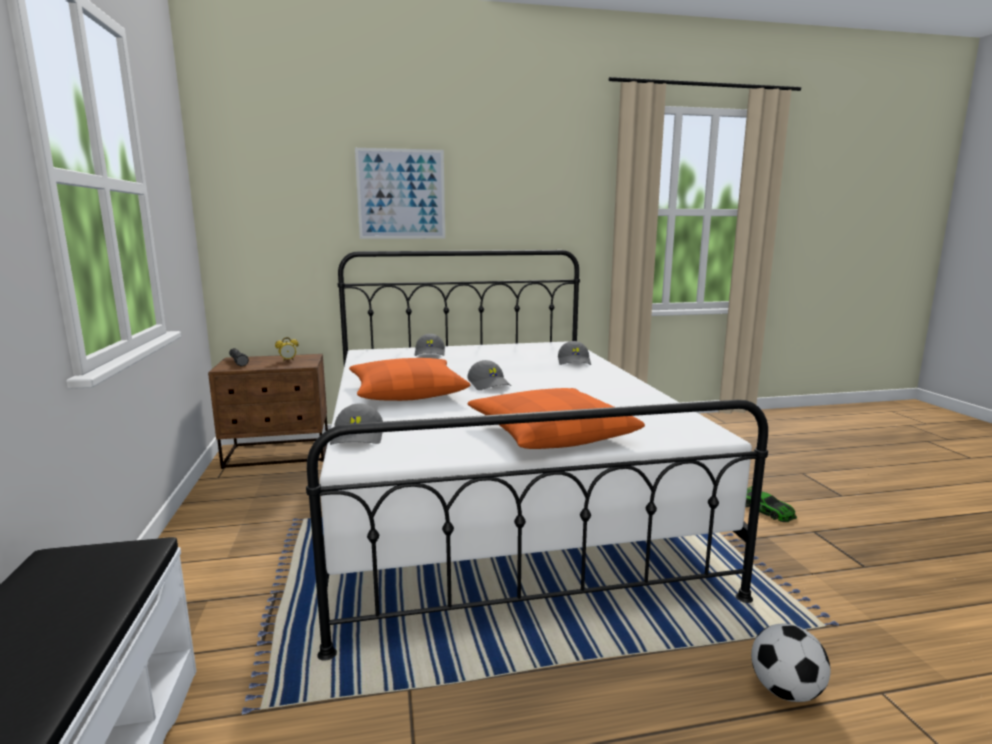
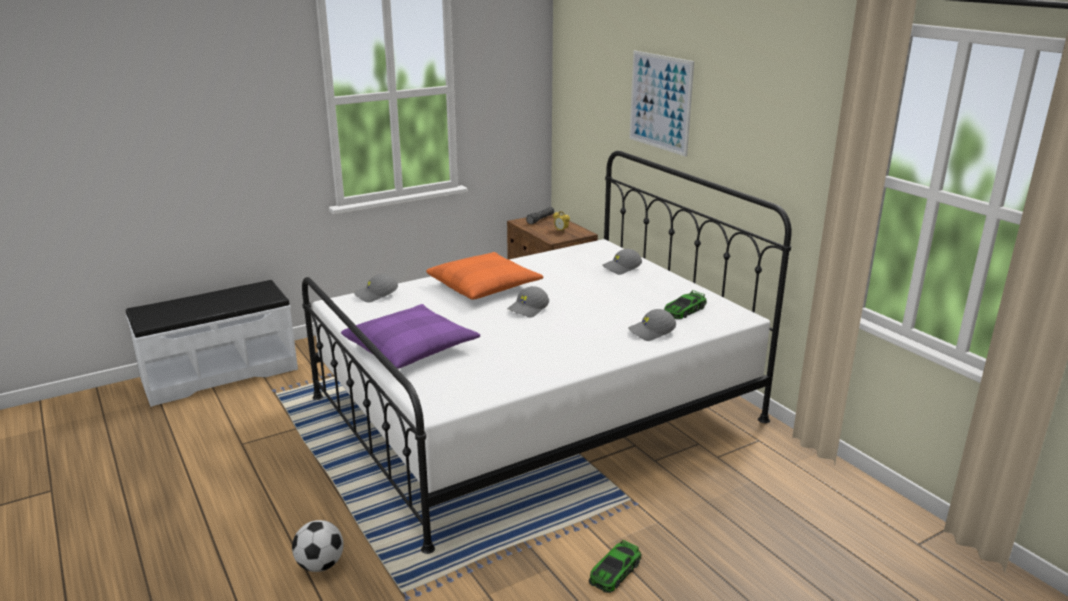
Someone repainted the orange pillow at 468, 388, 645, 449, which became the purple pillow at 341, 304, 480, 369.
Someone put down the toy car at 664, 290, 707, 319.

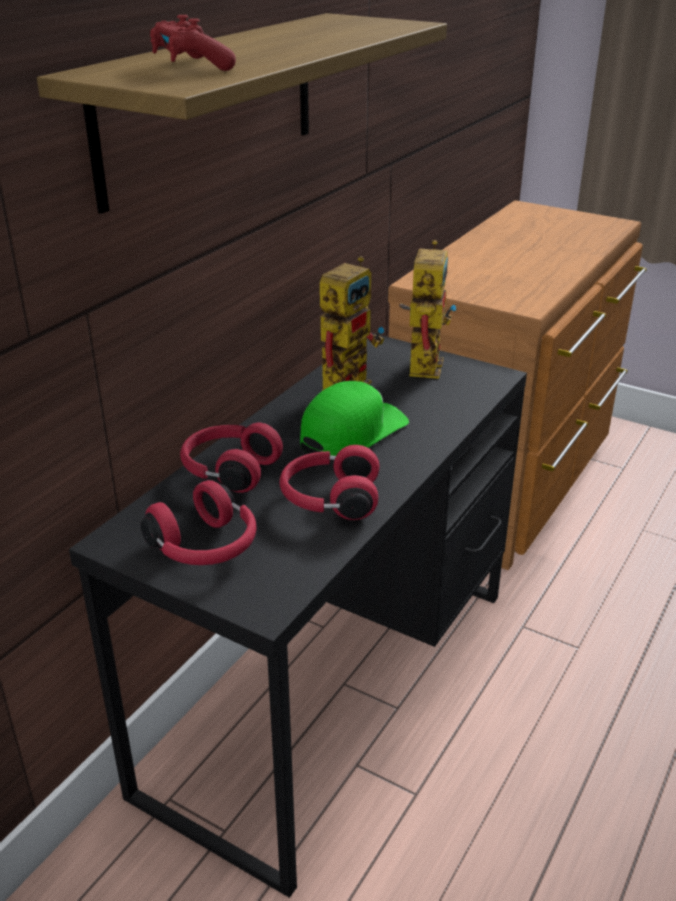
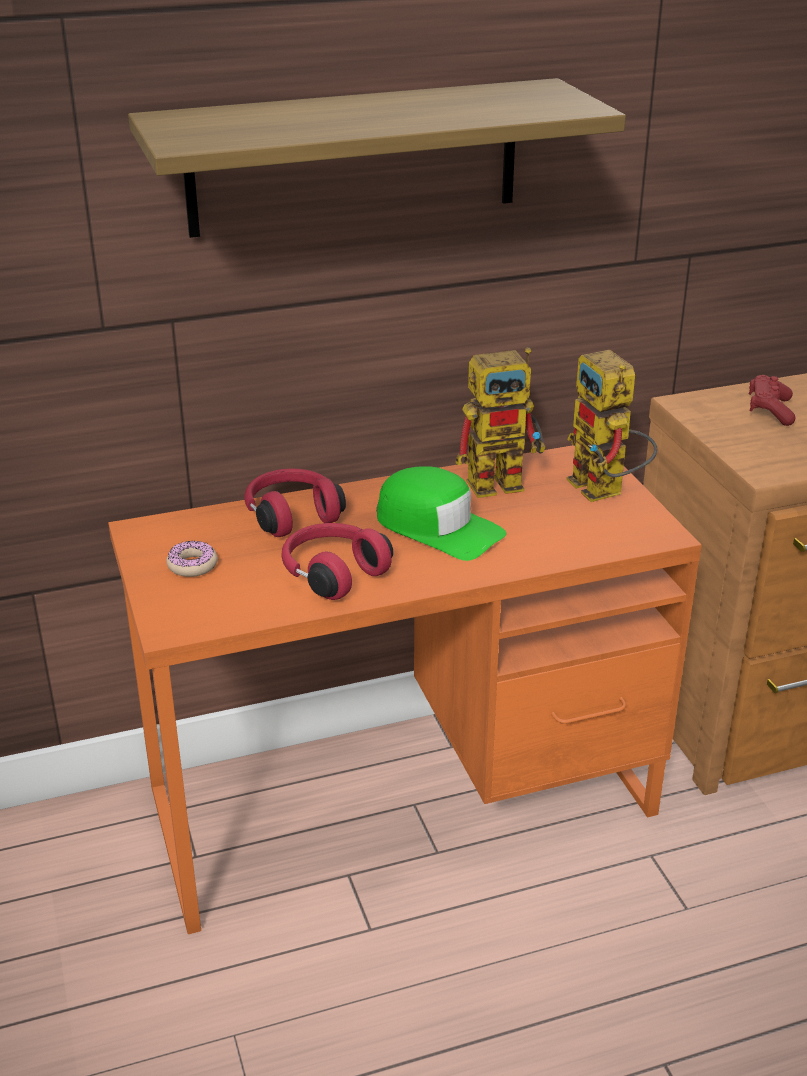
Someone carried the red game controller from 150, 15, 236, 71 to 749, 375, 795, 426.
Someone rotated the toy robot at 399, 240, 456, 379 by 105 degrees clockwise.
Someone repainted the black desk at 69, 333, 527, 898, which became the orange desk at 108, 445, 702, 934.
Someone rotated the green cap at 300, 381, 409, 456 by 45 degrees clockwise.
Someone swapped the red headphones at 140, 480, 257, 565 for the donut at 166, 540, 218, 577.

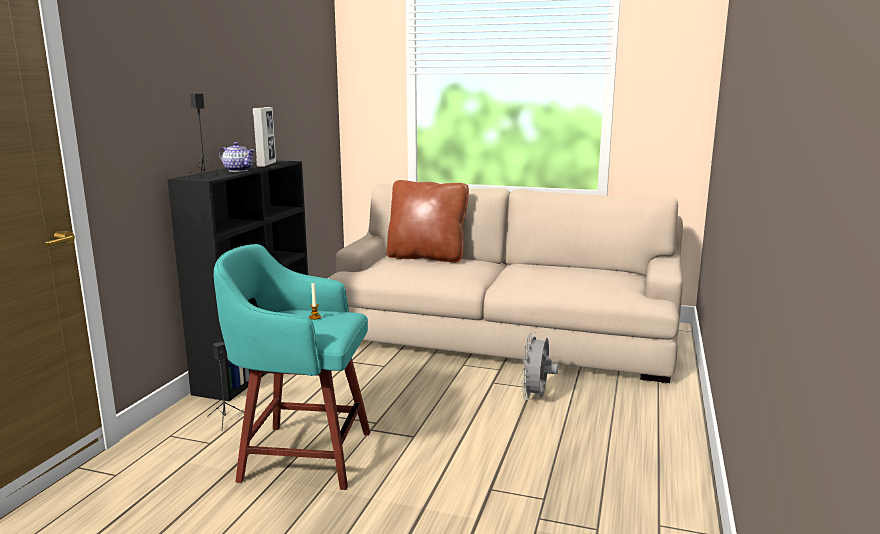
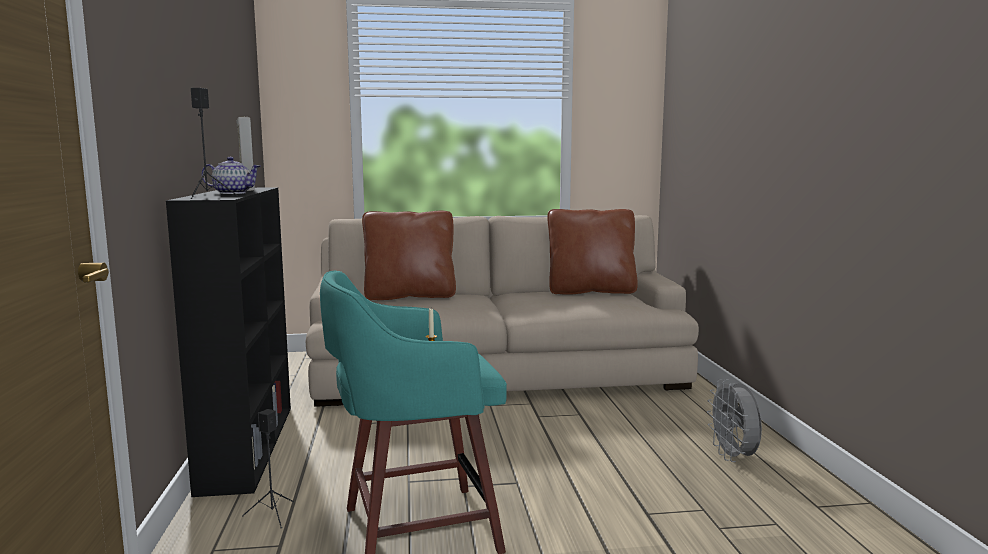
Someone carried the grey fan from 521, 332, 558, 400 to 707, 379, 762, 462.
Someone put down the brown pillow at 547, 209, 638, 294.

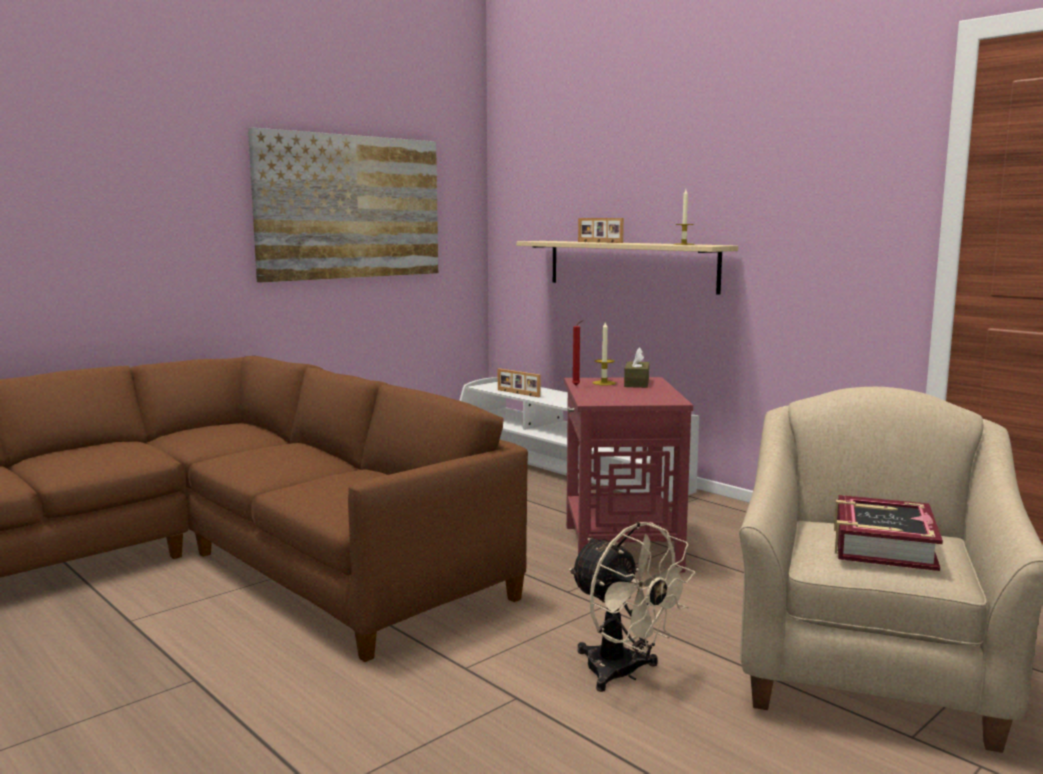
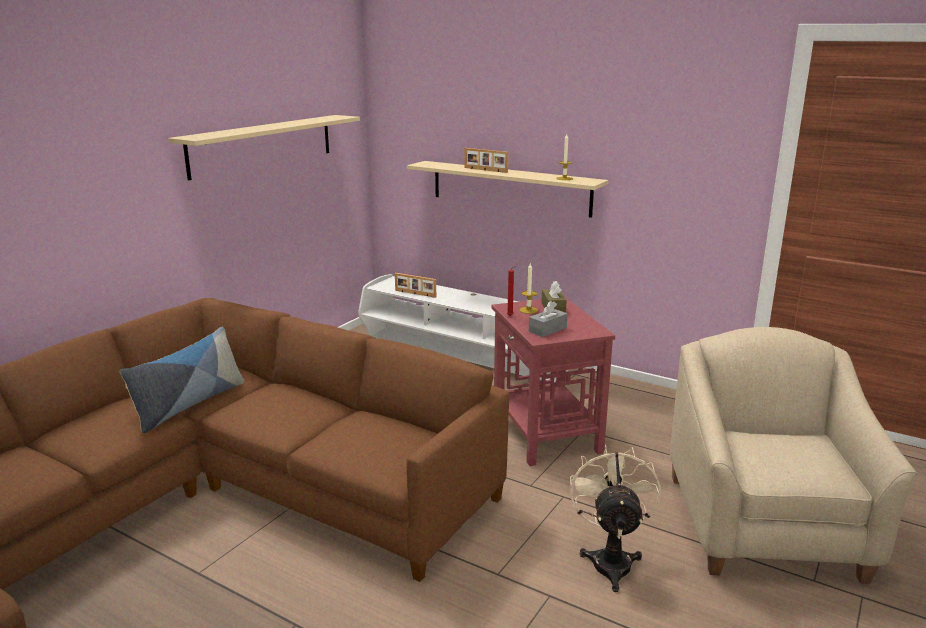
Someone swapped the picture at 248, 127, 438, 283 for the beige shelf at 168, 115, 360, 181.
Someone took away the book at 834, 495, 943, 571.
Someone rotated the beige fan at 569, 522, 695, 692 by 120 degrees counterclockwise.
Someone put down the grey tissue box at 529, 301, 568, 337.
Someone put down the pillow at 120, 327, 245, 433.

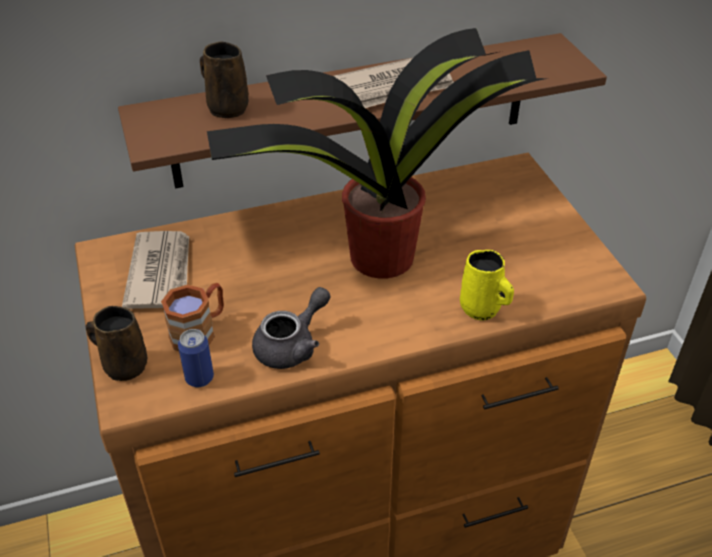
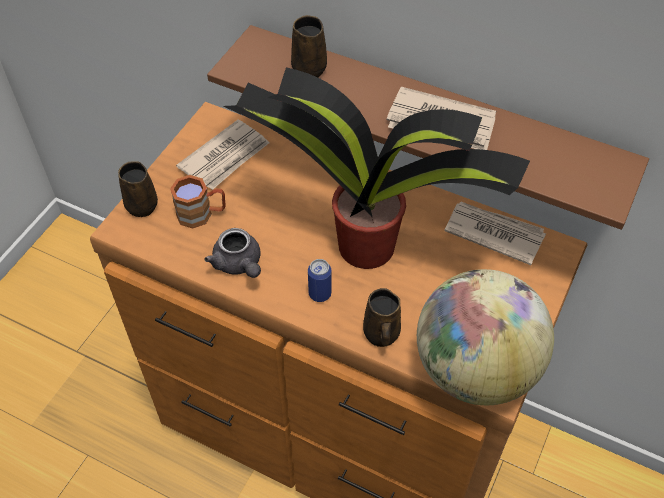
Someone repainted the yellow mug at 460, 250, 514, 321, which became the brown mug at 363, 288, 401, 347.
Someone rotated the grey teapot at 252, 287, 330, 369 by 60 degrees clockwise.
Someone carried the can from 178, 329, 214, 387 to 308, 259, 331, 302.
Someone put down the newspaper at 444, 202, 546, 265.
Someone put down the globe at 417, 269, 554, 405.

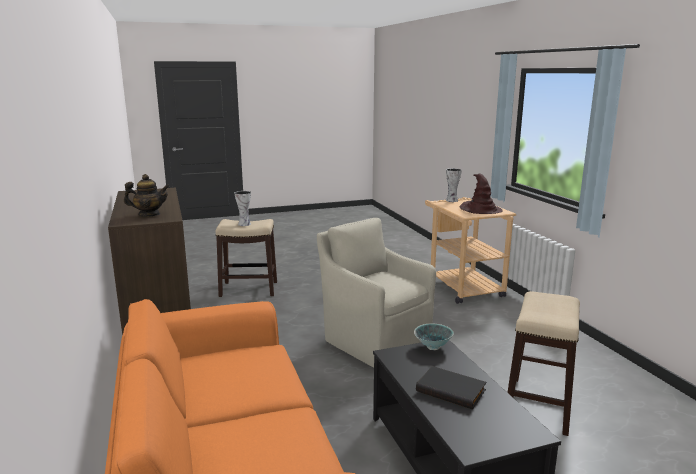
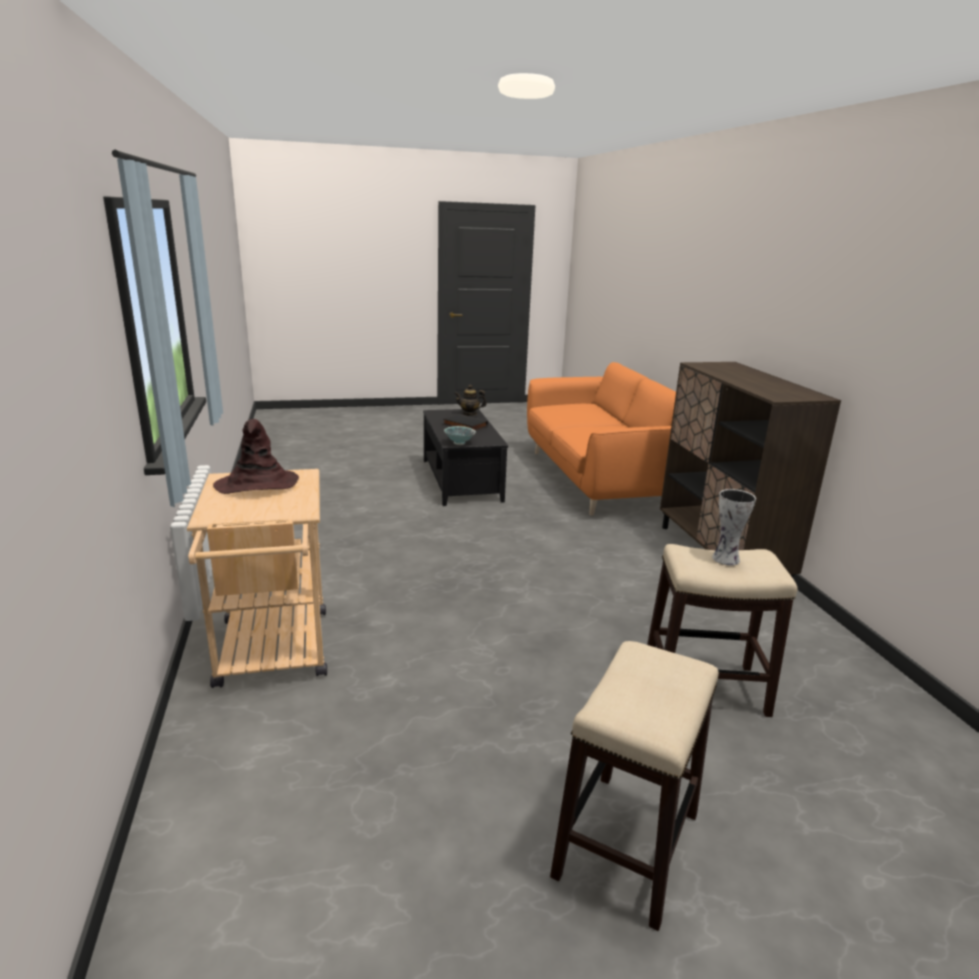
Someone took away the vase at 446, 168, 462, 202.
Someone carried the teapot from 124, 174, 170, 217 to 454, 385, 487, 416.
Someone took away the beige armchair at 317, 218, 436, 368.
Someone carried the stool from 507, 291, 580, 436 to 550, 641, 719, 931.

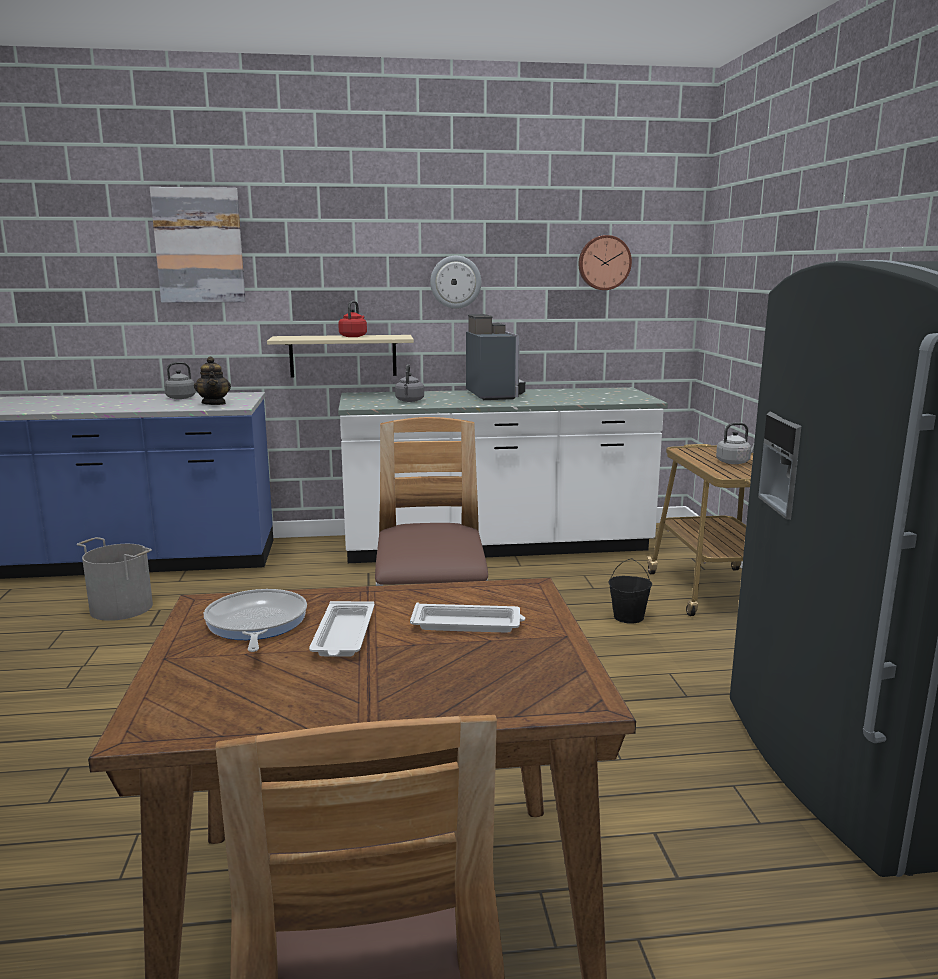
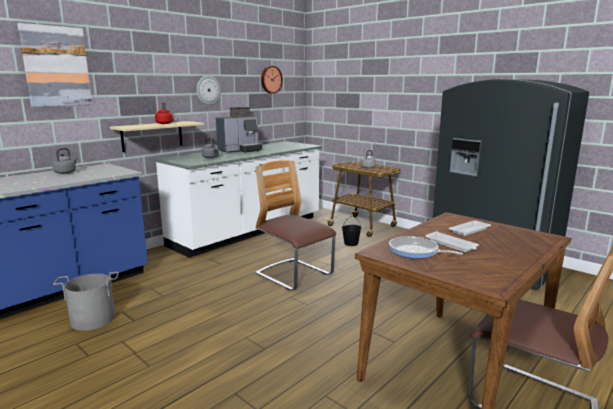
Someone rotated the coffee machine at 466, 314, 525, 400 by 105 degrees clockwise.
Someone took away the teapot at 194, 357, 231, 405.

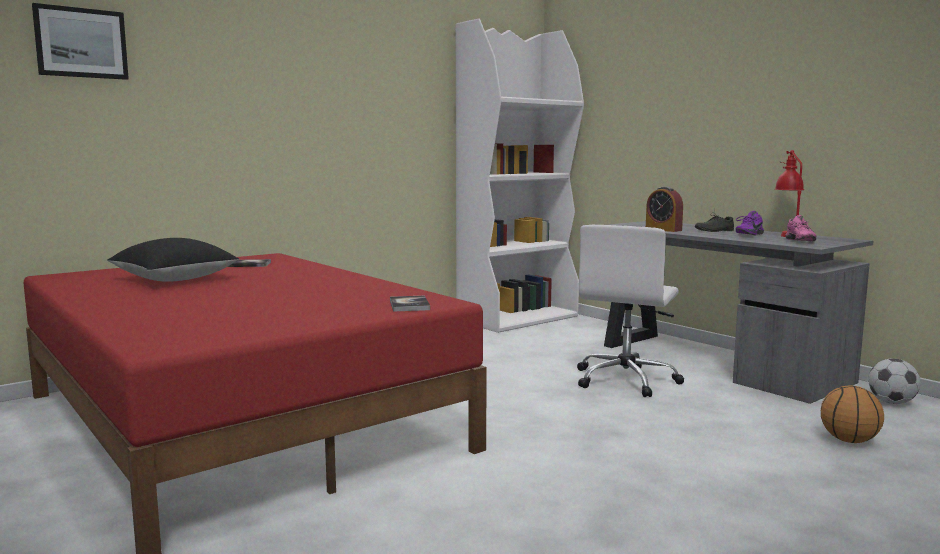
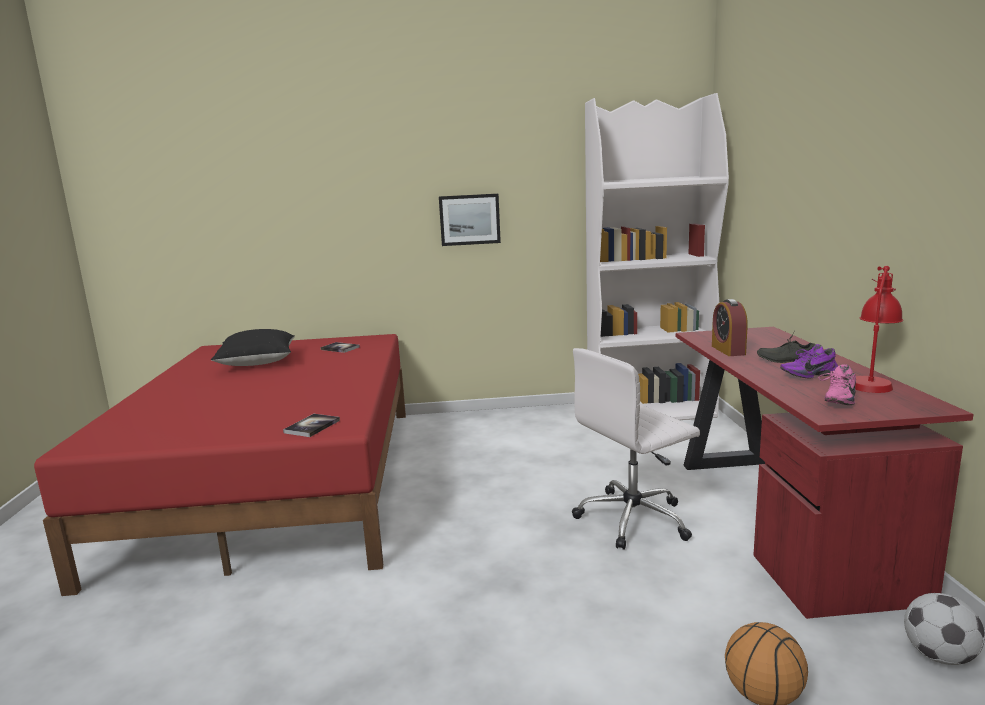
Someone carried the picture from 32, 3, 129, 80 to 439, 194, 501, 246.
Someone repainted the grey desk at 604, 221, 873, 404, which became the red desk at 676, 327, 973, 619.

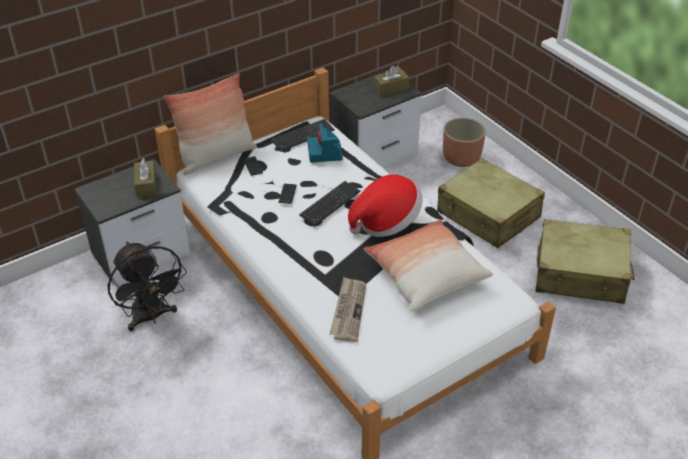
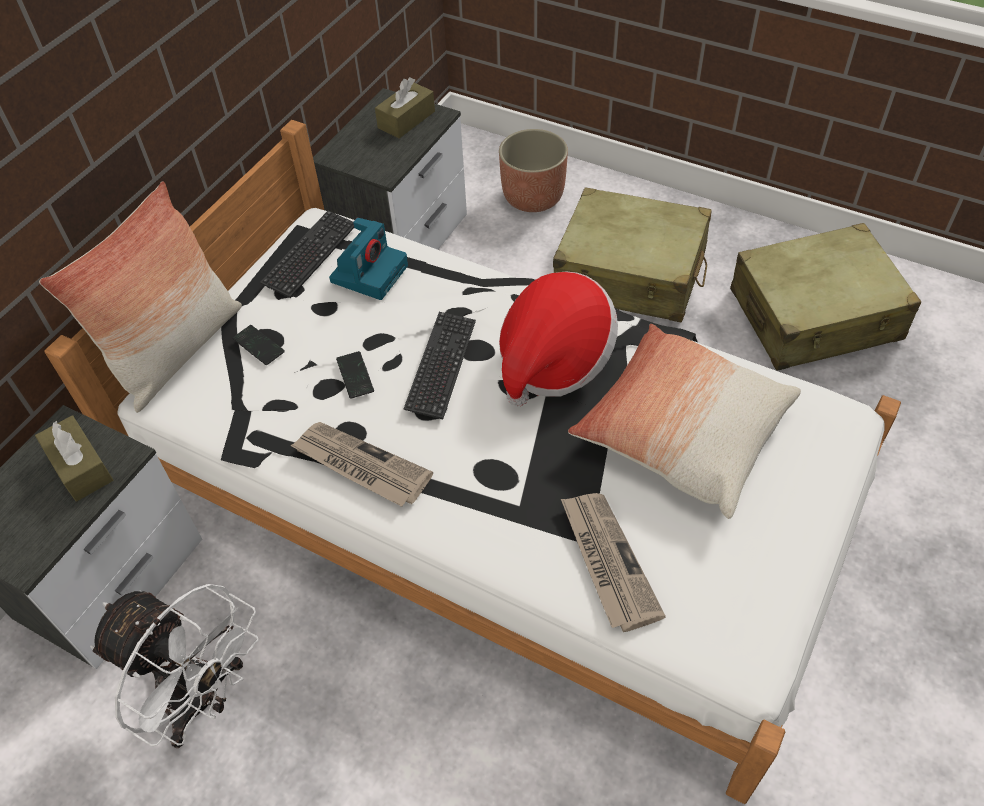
Someone rotated the photo camera at 307, 123, 343, 163 by 120 degrees counterclockwise.
Someone repainted the black fan at 107, 241, 187, 331, which became the white fan at 90, 584, 259, 748.
Someone put down the newspaper at 290, 422, 433, 507.

